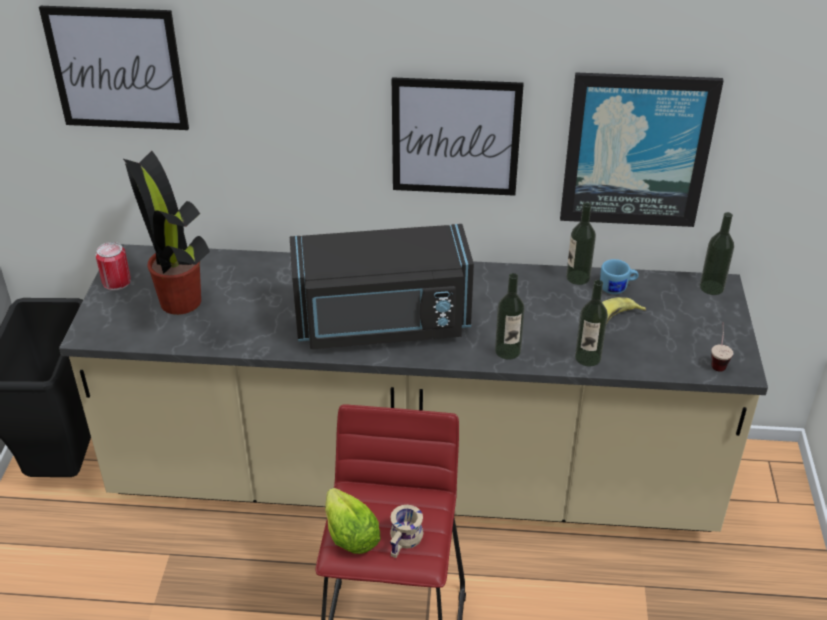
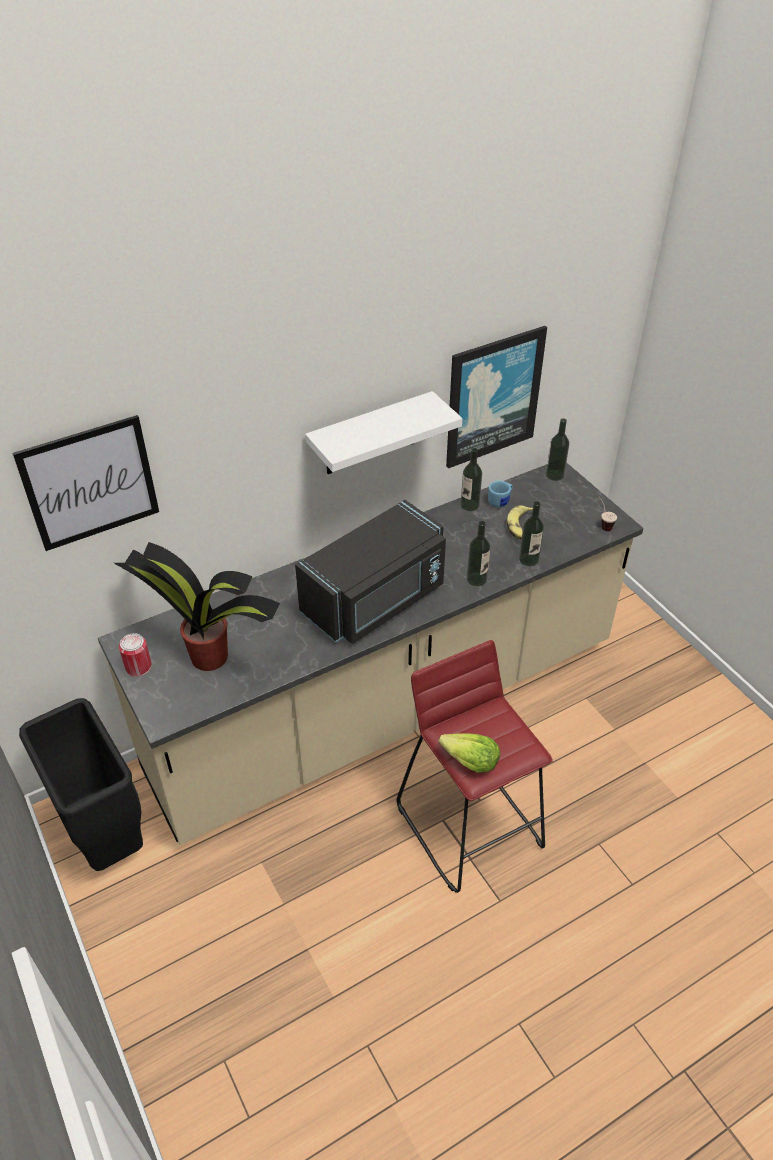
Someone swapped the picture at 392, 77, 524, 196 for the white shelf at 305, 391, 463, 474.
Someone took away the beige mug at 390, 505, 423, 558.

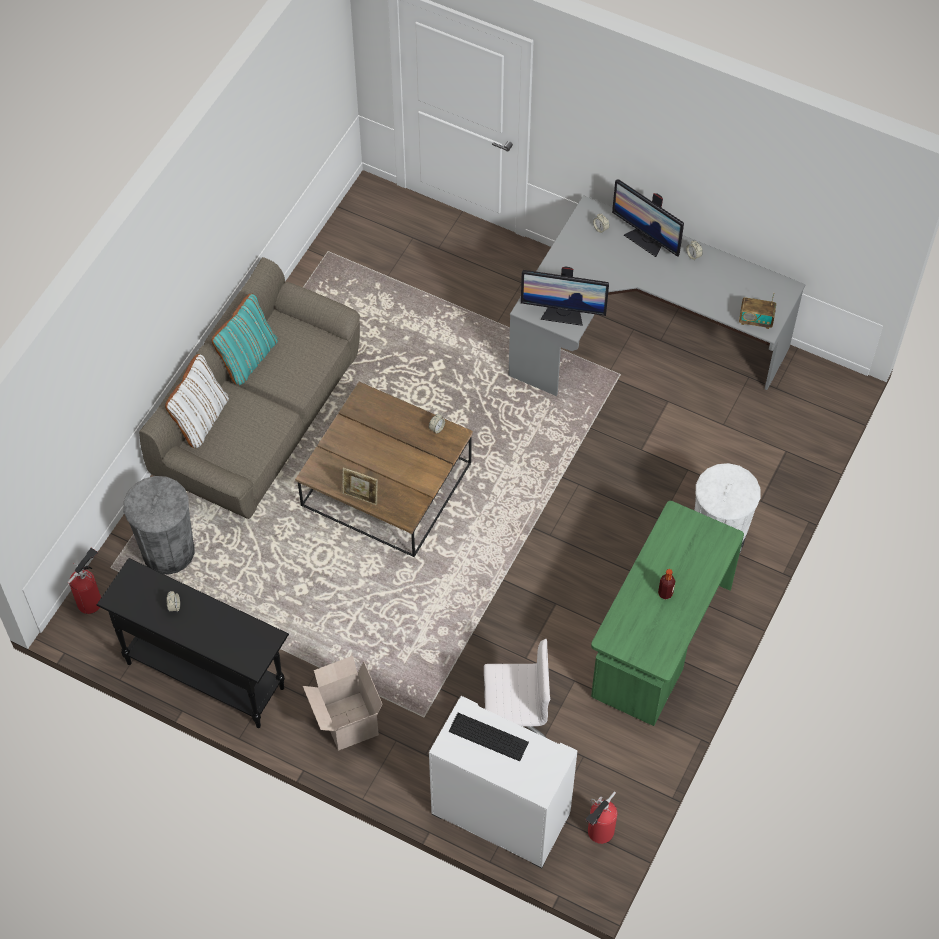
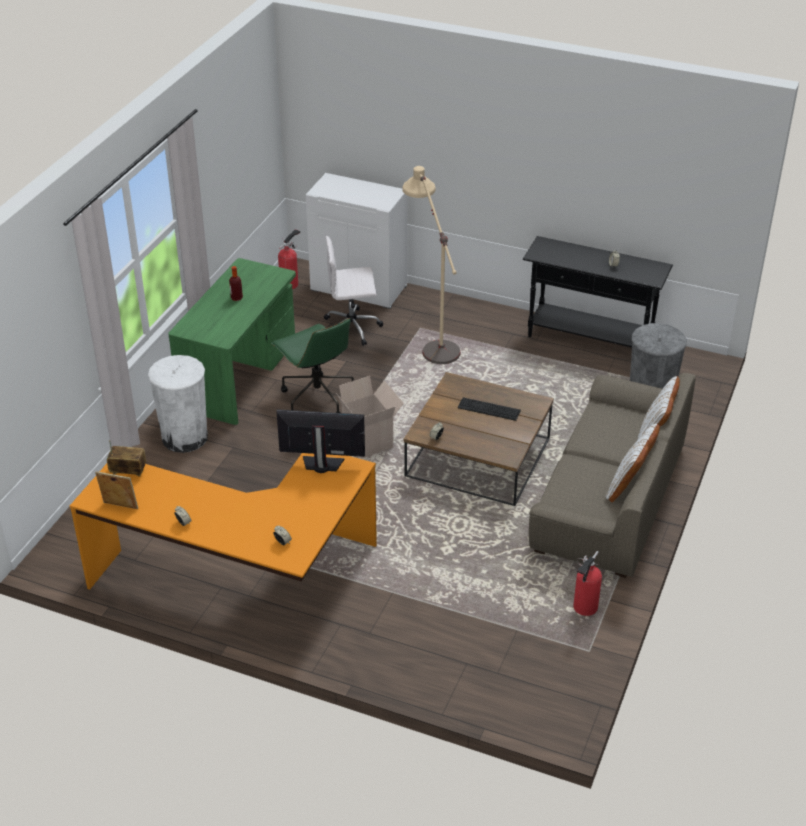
Someone took away the monitor at 612, 179, 684, 257.
Someone repainted the grey desk at 508, 195, 805, 396, which became the orange desk at 70, 453, 377, 589.
Someone repainted the turquoise pillow at 211, 294, 278, 385, which became the white pillow at 605, 424, 660, 502.
Someone carried the picture frame from 343, 467, 378, 505 to 95, 471, 138, 509.
Someone carried the fire extinguisher from 67, 548, 101, 614 to 573, 551, 602, 616.
Someone carried the cardboard box from 303, 656, 383, 750 to 336, 376, 404, 459.
Someone carried the keyboard from 449, 713, 529, 761 to 458, 397, 521, 421.
Someone put down the beige floor lamp at 402, 166, 461, 364.
Someone put down the green office chair at 271, 318, 354, 413.

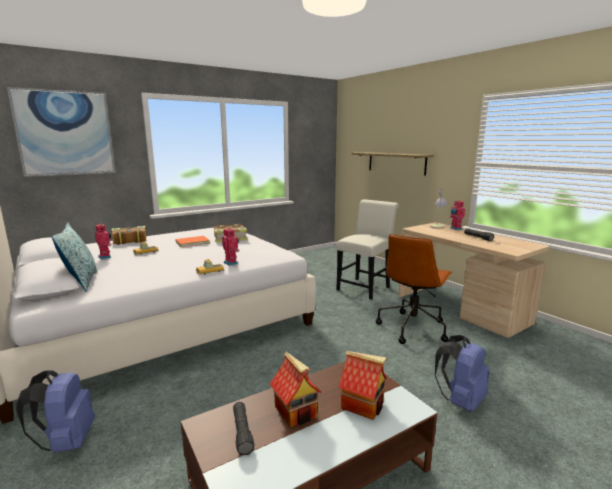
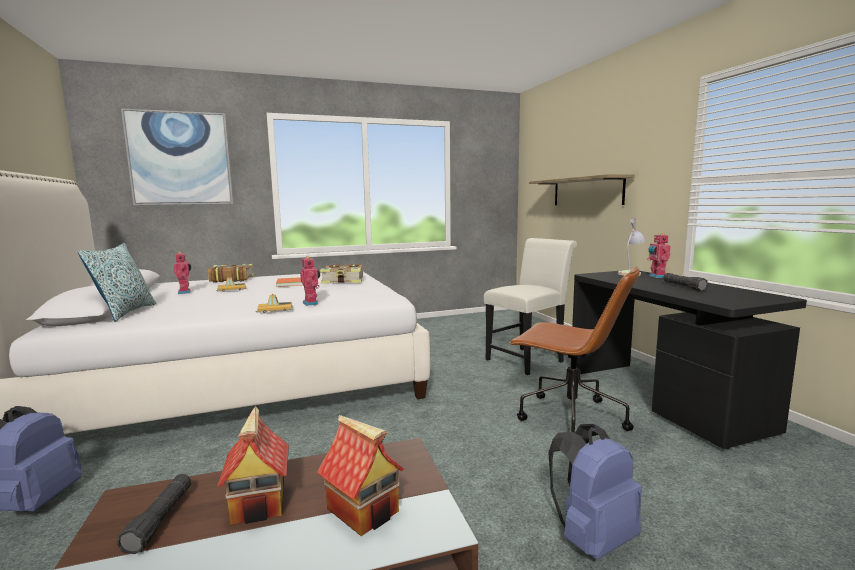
Someone repainted the beige desk at 398, 222, 550, 338, which became the black desk at 572, 270, 807, 449.
Someone rotated the brown office chair at 376, 234, 452, 344 by 105 degrees counterclockwise.

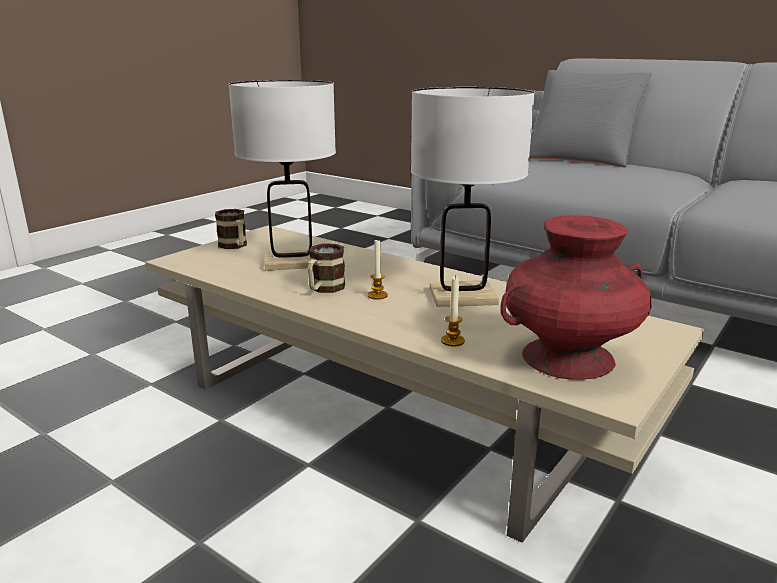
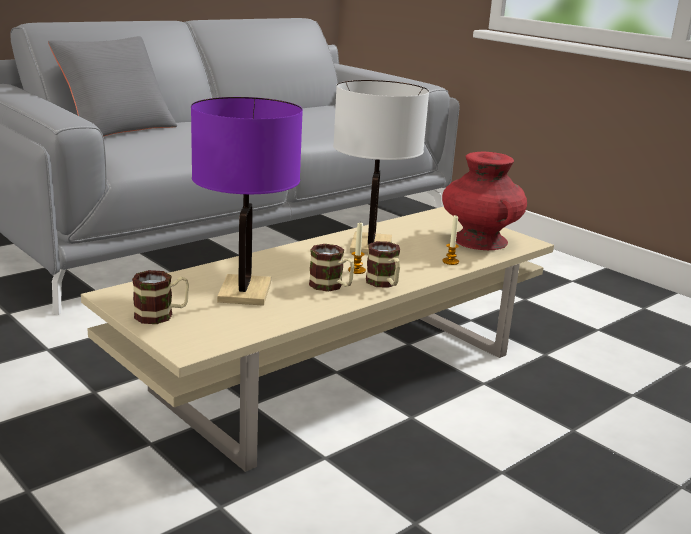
Someone repainted the white table lamp at 228, 80, 336, 271, which became the purple table lamp at 191, 97, 303, 306.
Someone put down the mug at 366, 241, 400, 288.

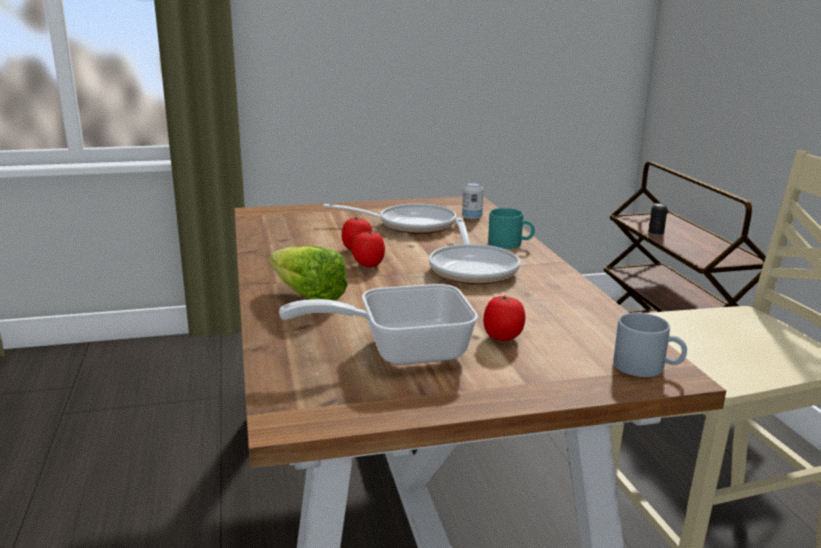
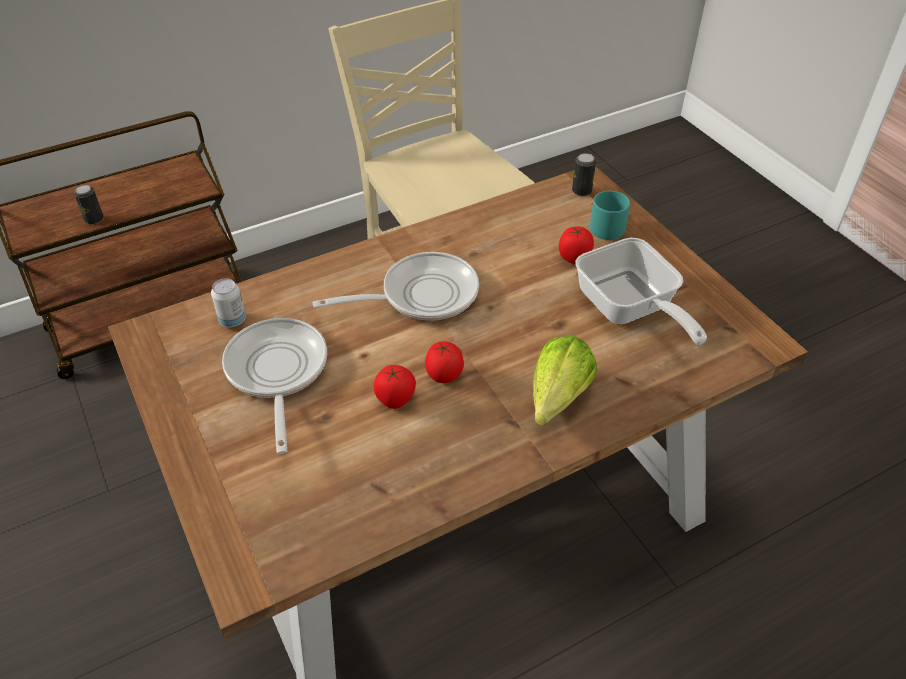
Someone carried the turquoise mug from 488, 208, 535, 249 to 590, 191, 630, 240.
Someone swapped the grey mug at 613, 313, 687, 377 for the can at 572, 153, 596, 196.

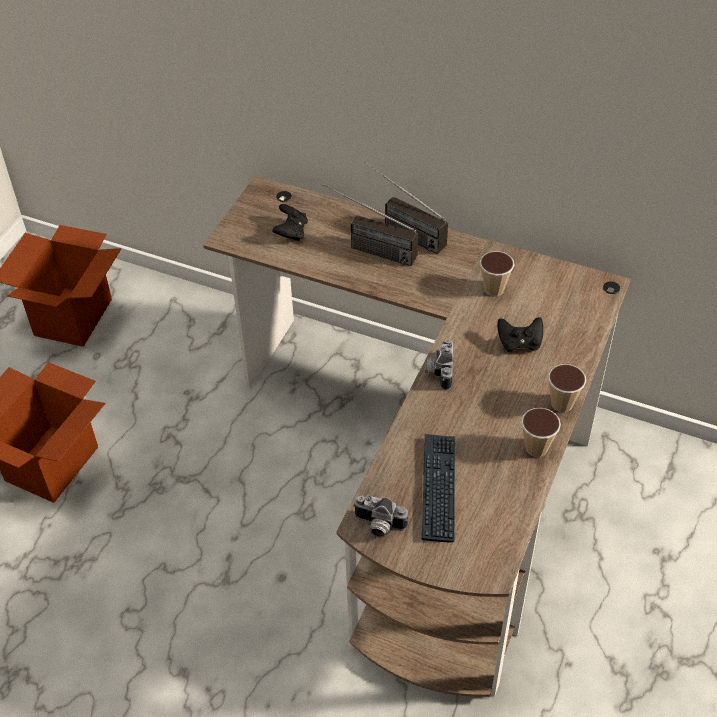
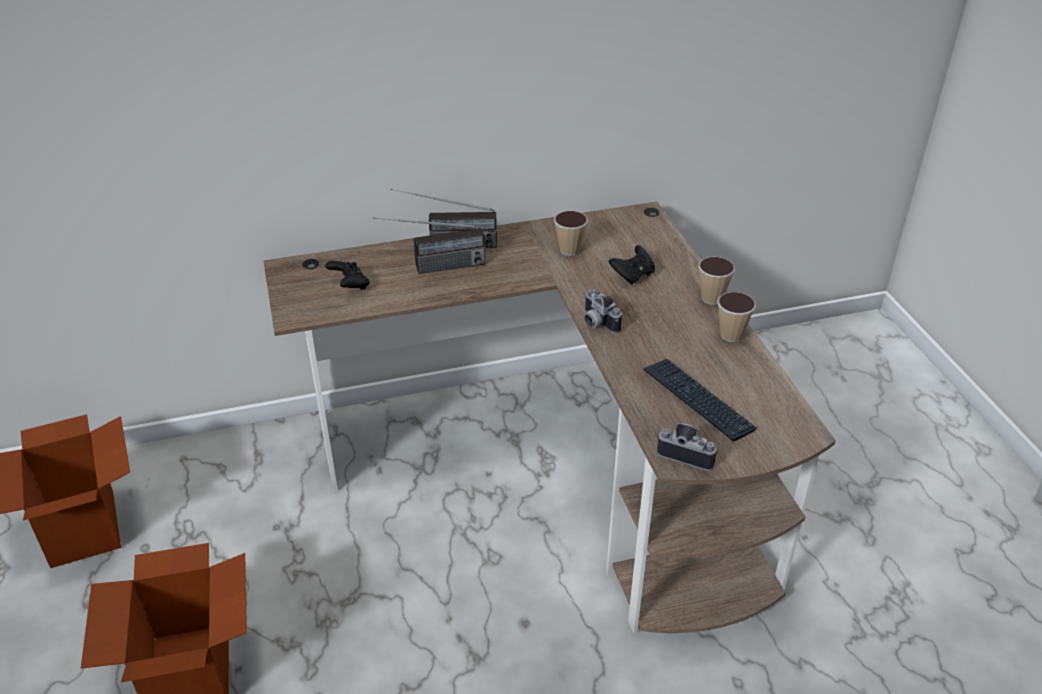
Someone rotated the photo camera at 353, 495, 408, 538 by 135 degrees counterclockwise.

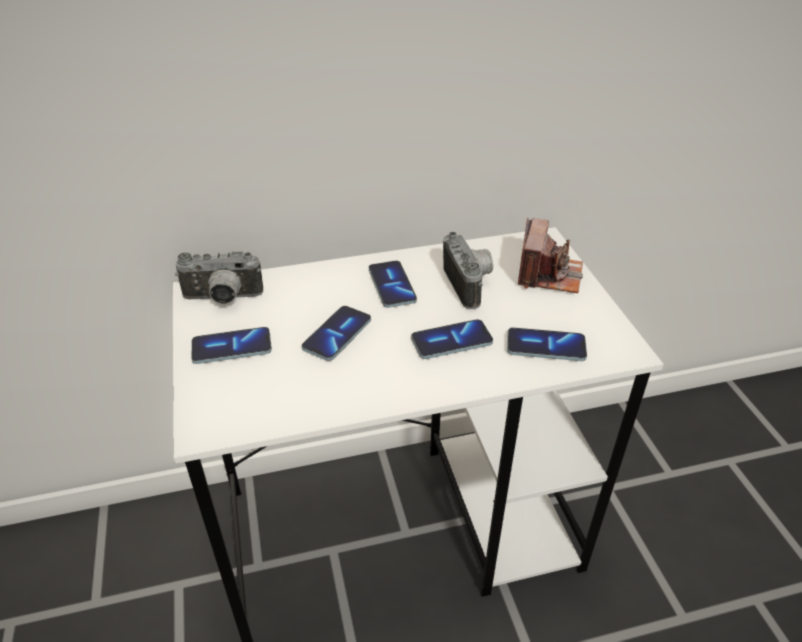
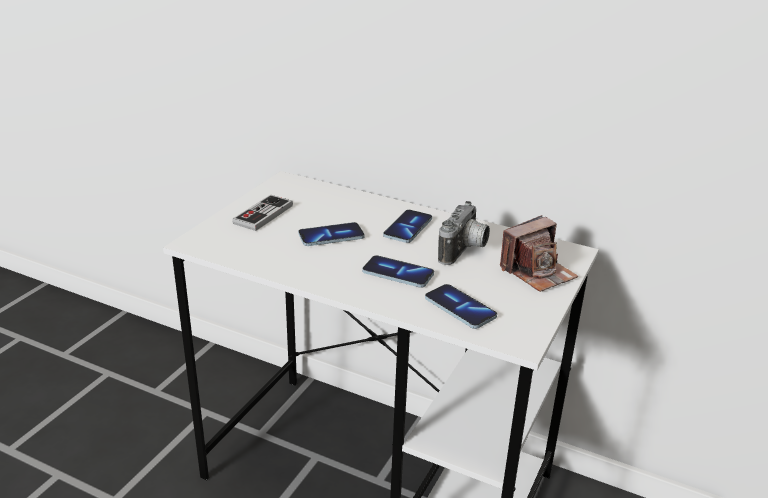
Someone took away the photo camera at 175, 252, 263, 304.
Someone swapped the phone at 191, 327, 272, 364 for the game controller at 232, 195, 293, 231.

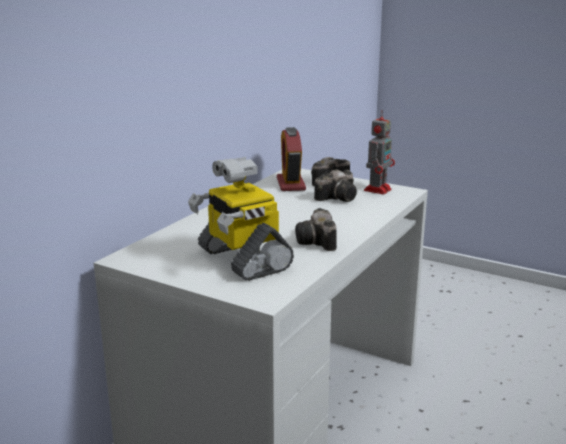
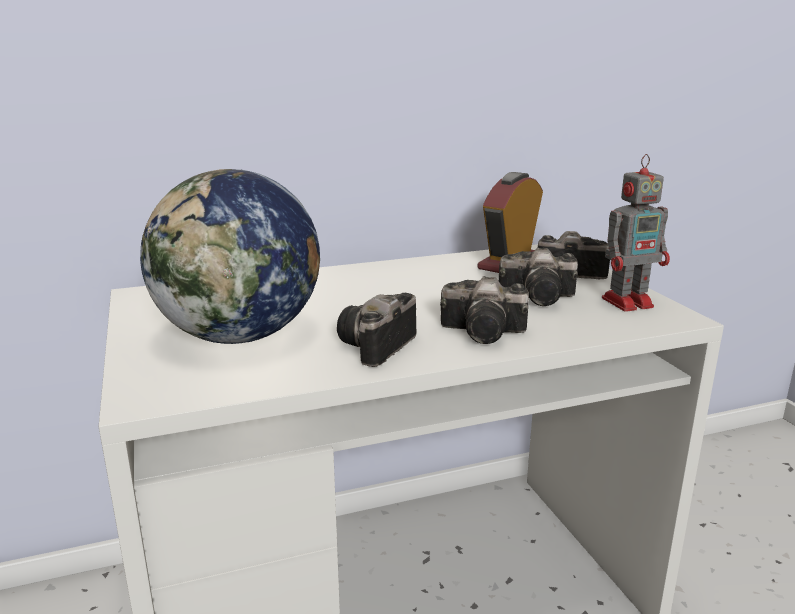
Someone swapped the toy robot at 188, 157, 294, 281 for the globe at 140, 169, 320, 344.
Someone put down the photo camera at 440, 276, 529, 344.

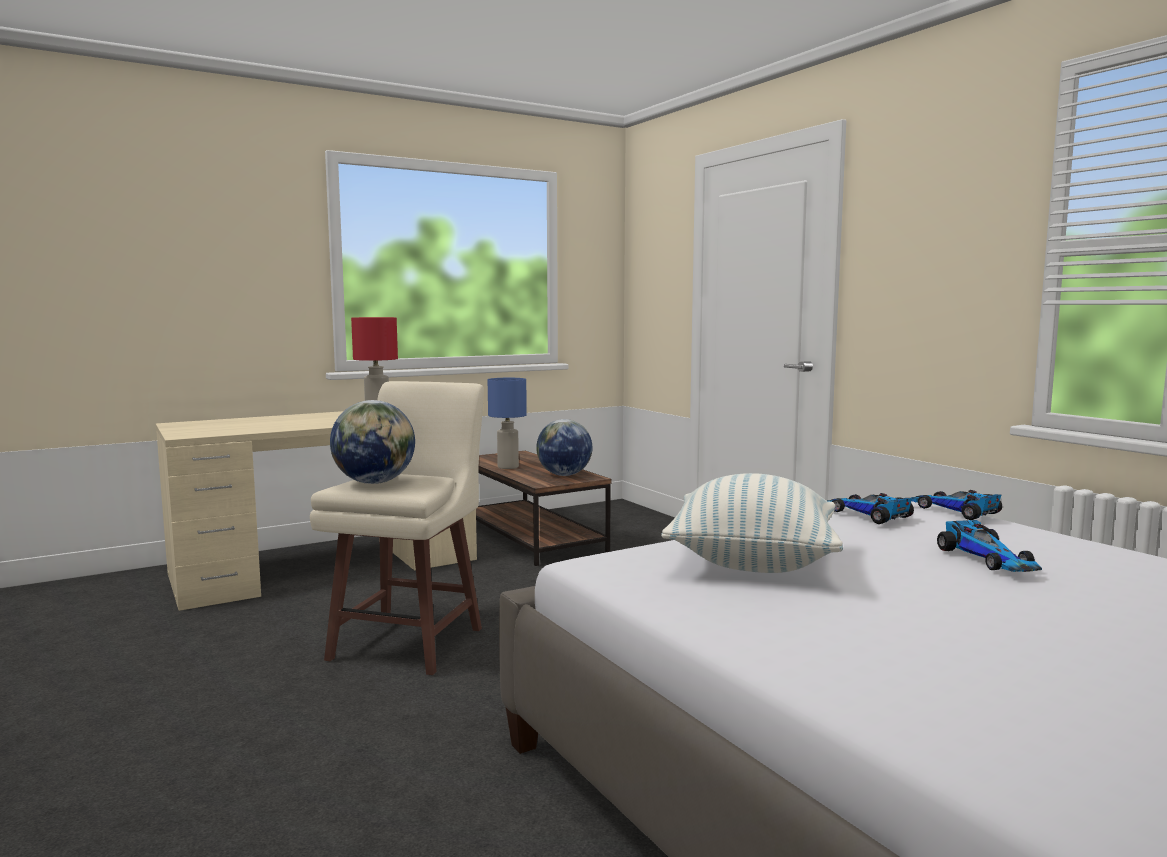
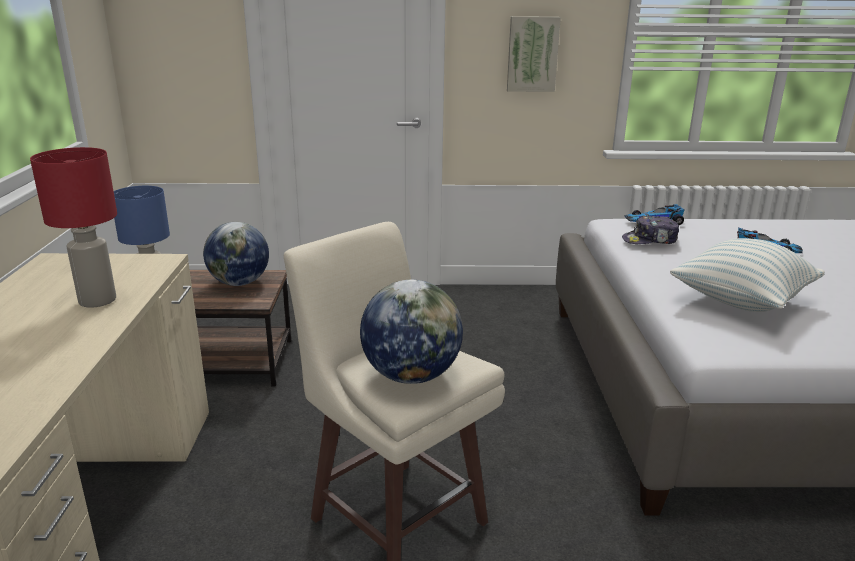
Someone swapped the toy car at 827, 493, 914, 524 for the cap at 622, 215, 679, 244.
Someone put up the picture at 507, 16, 561, 92.

